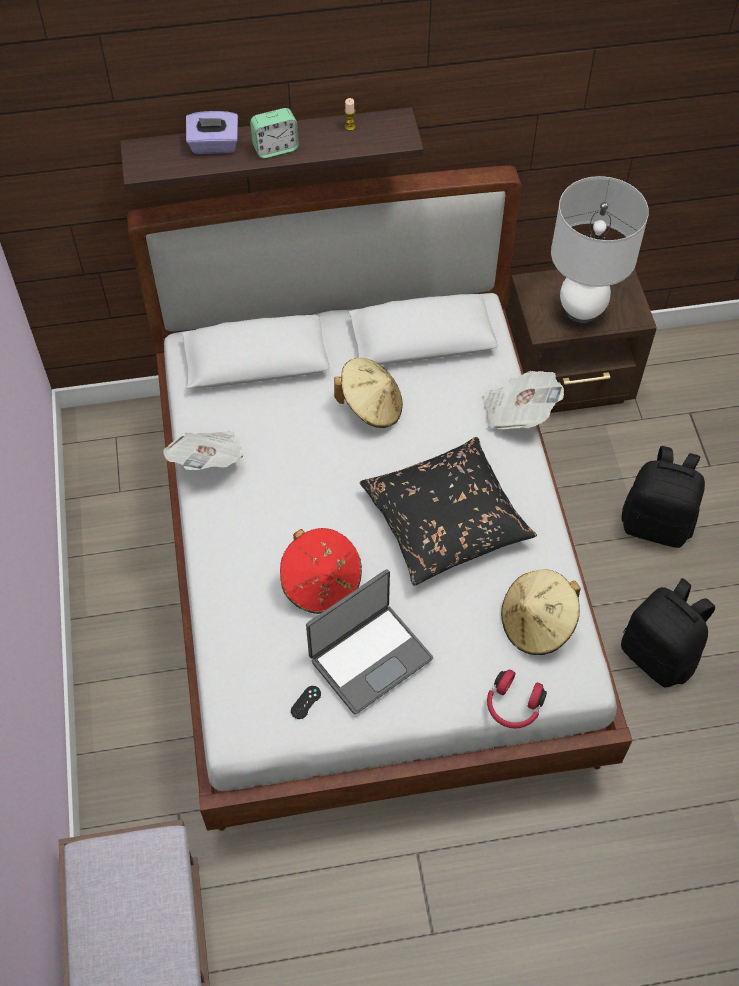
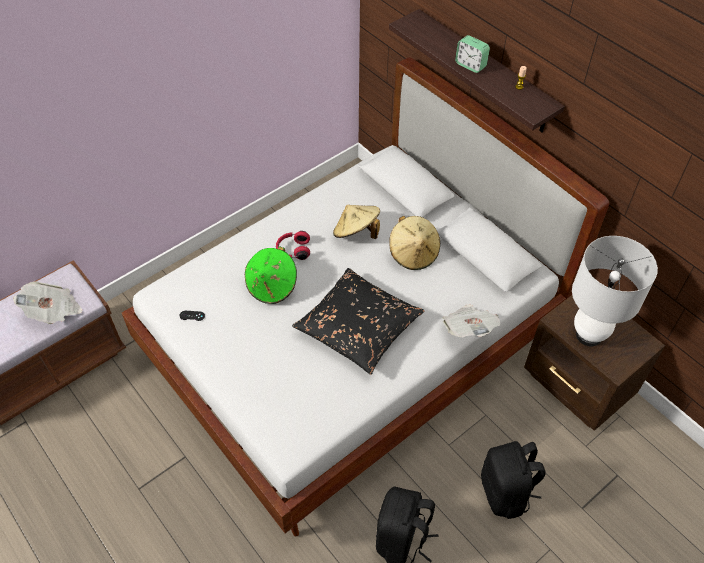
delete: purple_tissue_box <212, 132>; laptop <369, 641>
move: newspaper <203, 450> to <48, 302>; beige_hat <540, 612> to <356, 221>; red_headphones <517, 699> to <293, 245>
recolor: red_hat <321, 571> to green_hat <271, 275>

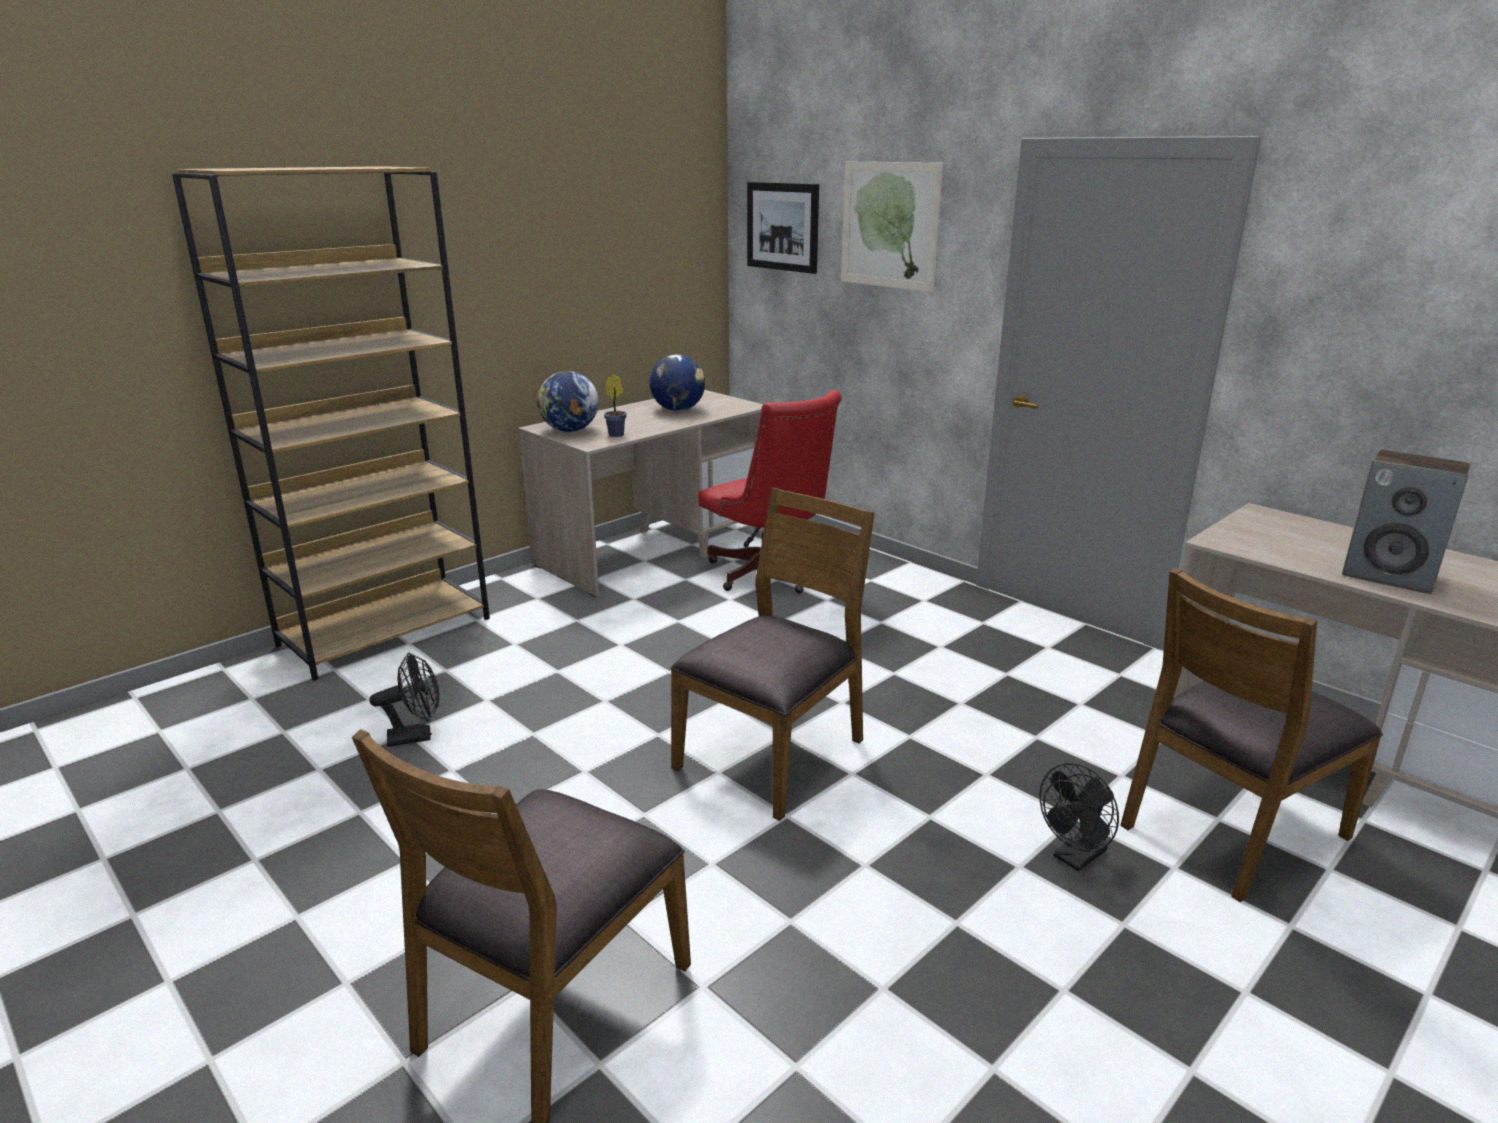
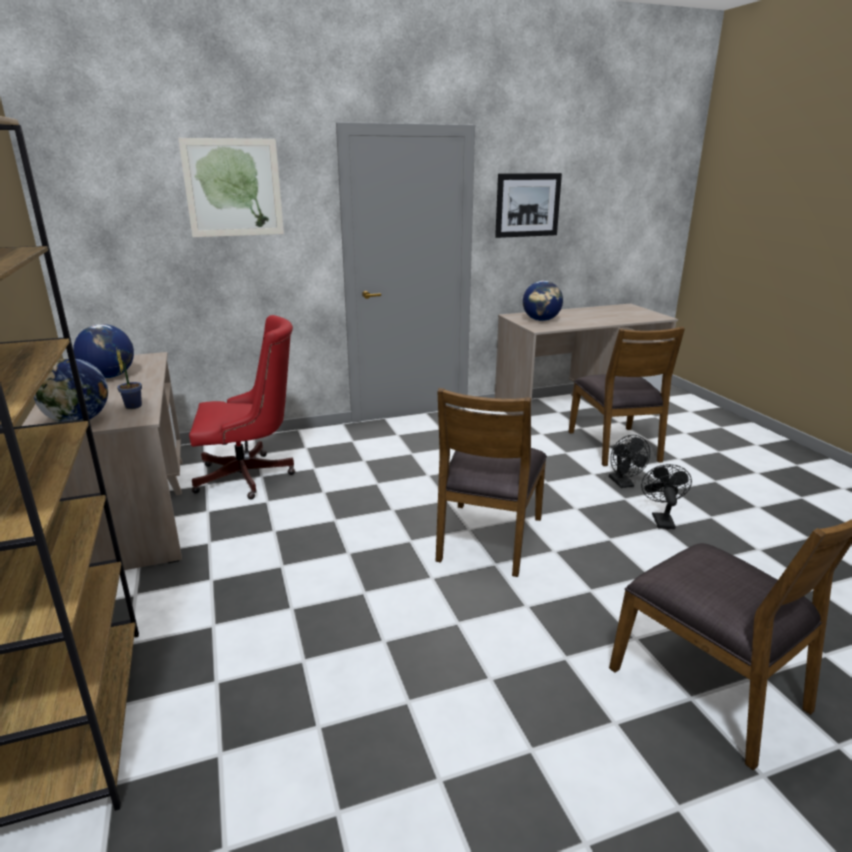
delete: speaker <1406, 522>
insert: globe <543, 301>
move: picture <783, 228> to <528, 205>; black_fan <404, 700> to <666, 496>
rotate: brown_chair <772, 654> = <491, 482> 135 degrees counterclockwise

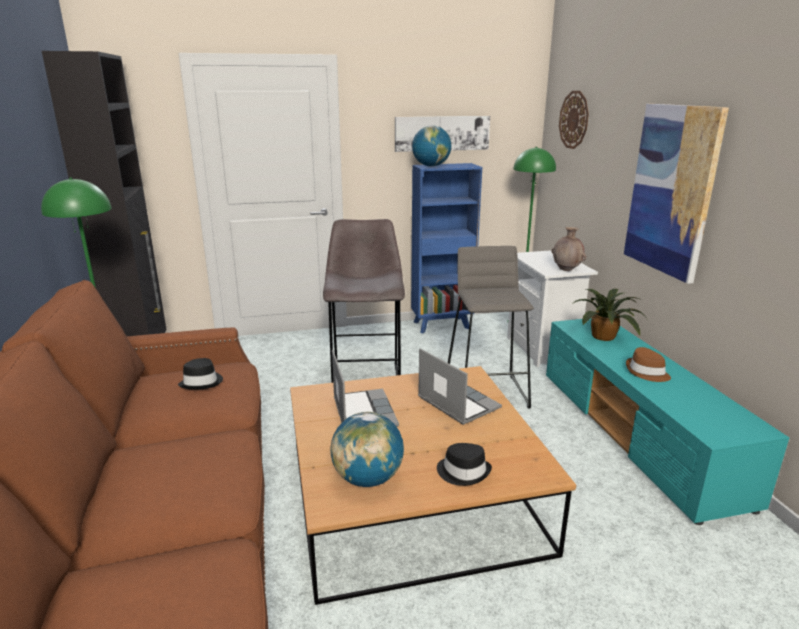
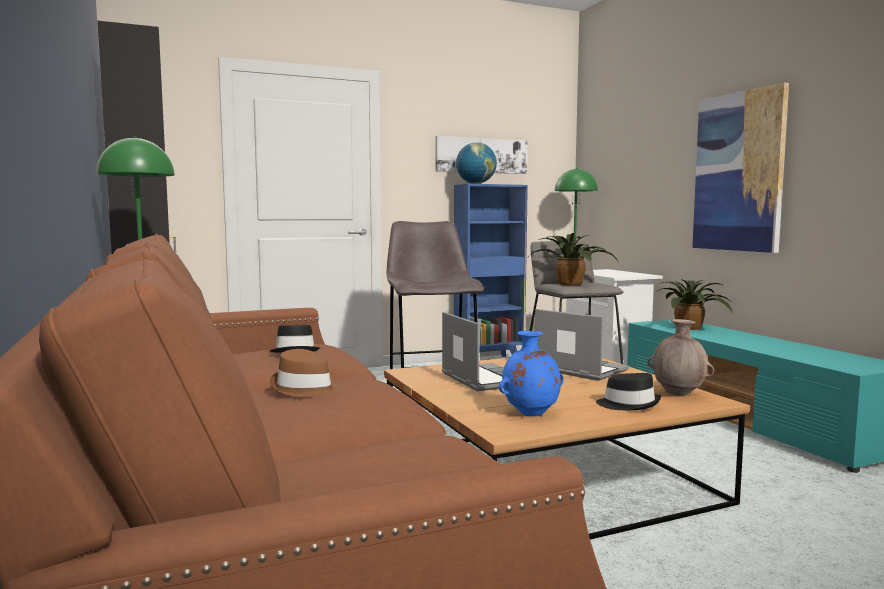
delete: wall_clock <574, 120>
insert: potted_plant <573, 259>
move: brown_vase <568, 249> to <680, 357>; brown_hat <648, 364> to <305, 373>
replace: globe <367, 449> to blue_vase <531, 373>

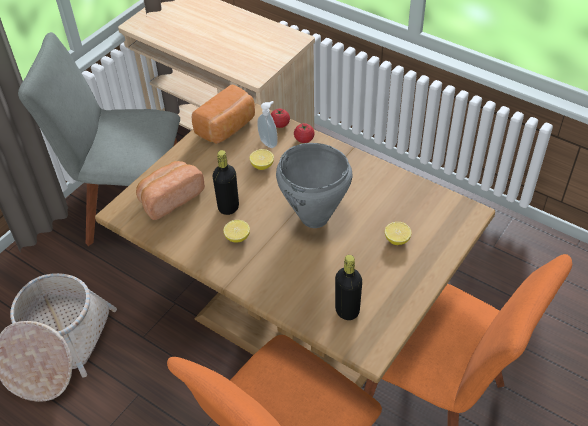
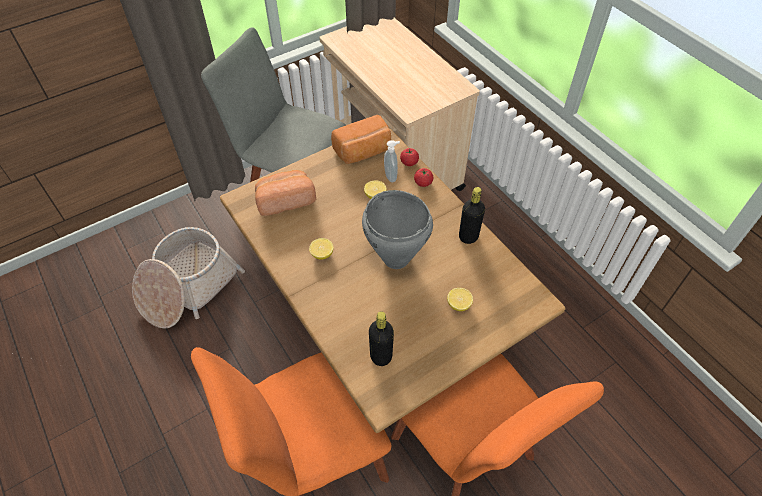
move: black_bottle <226, 182> to <472, 215>

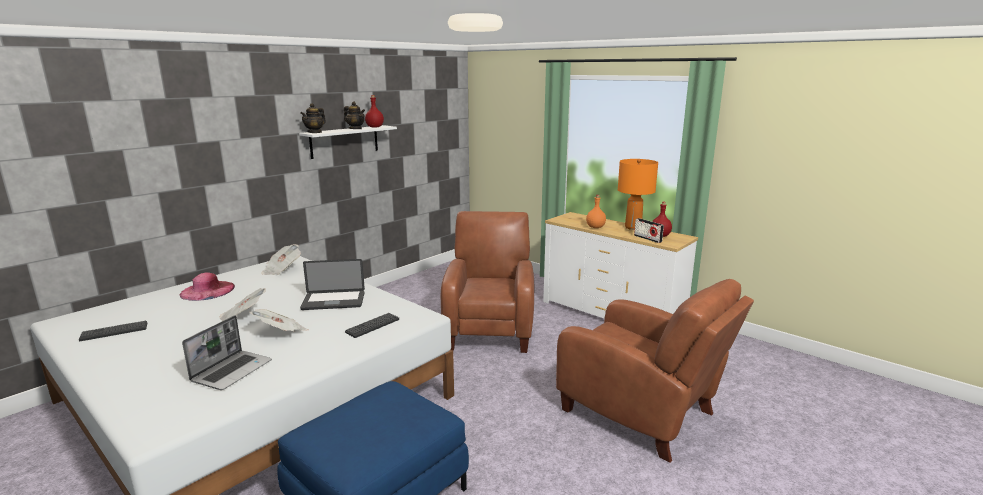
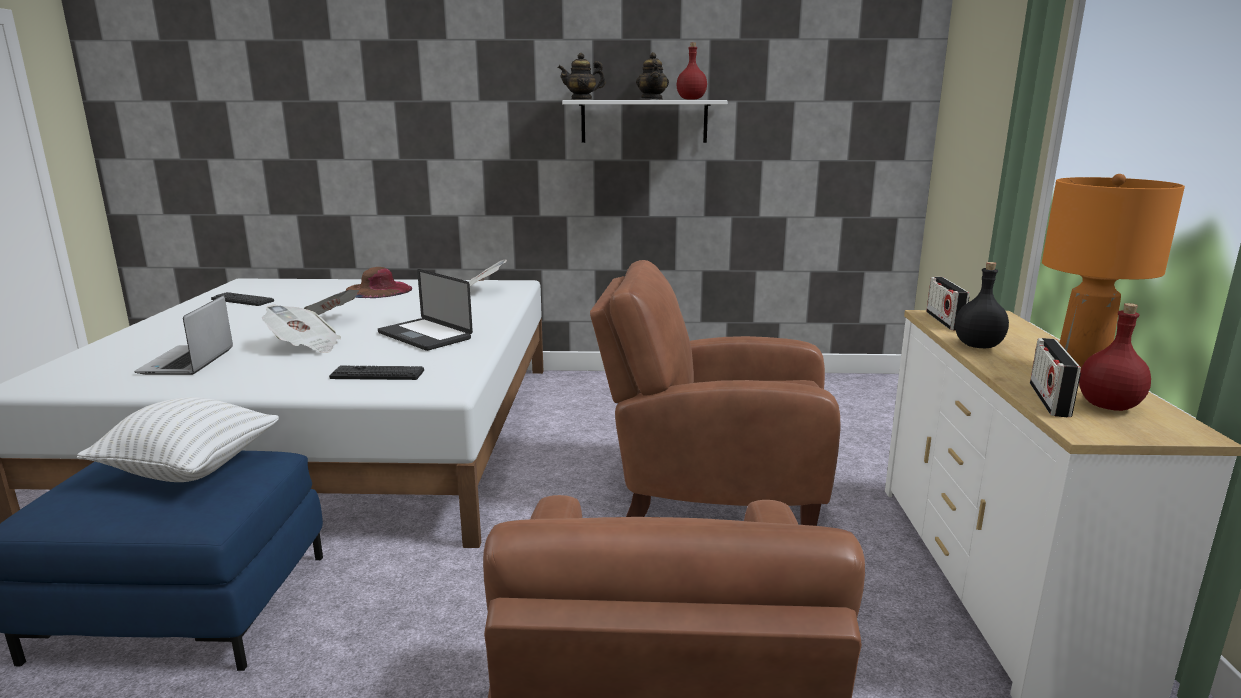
insert: radio <947, 303>; white_pillow <178, 439>
recolor: orange_bottle <596, 211> to black_bottle <982, 305>; pink_hat <207, 286> to brown_hat <379, 282>
rotate: brown_armchair <487, 282> = <715, 393> 135 degrees counterclockwise; laptop <227, 352> = <183, 335> 105 degrees clockwise

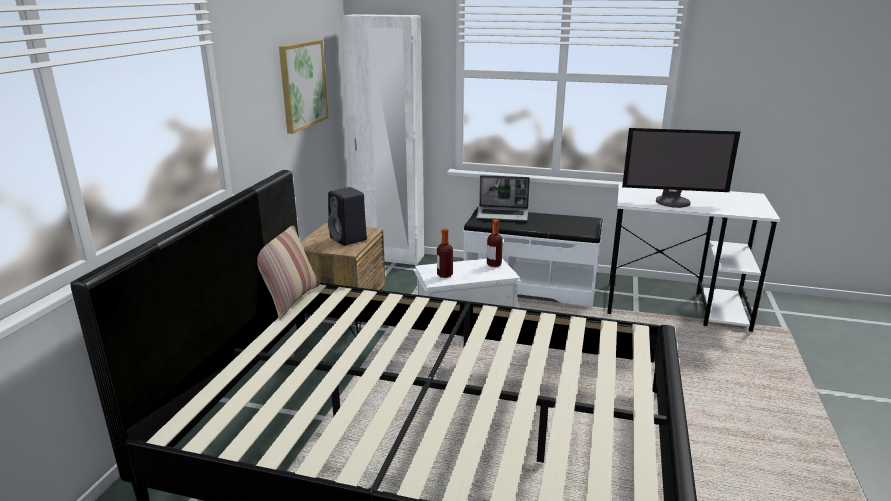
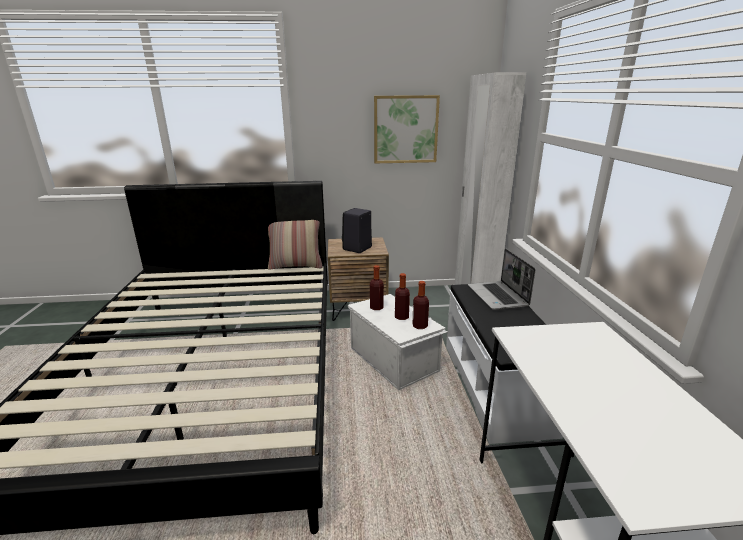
delete: monitor <681, 168>
insert: bottle <402, 296>

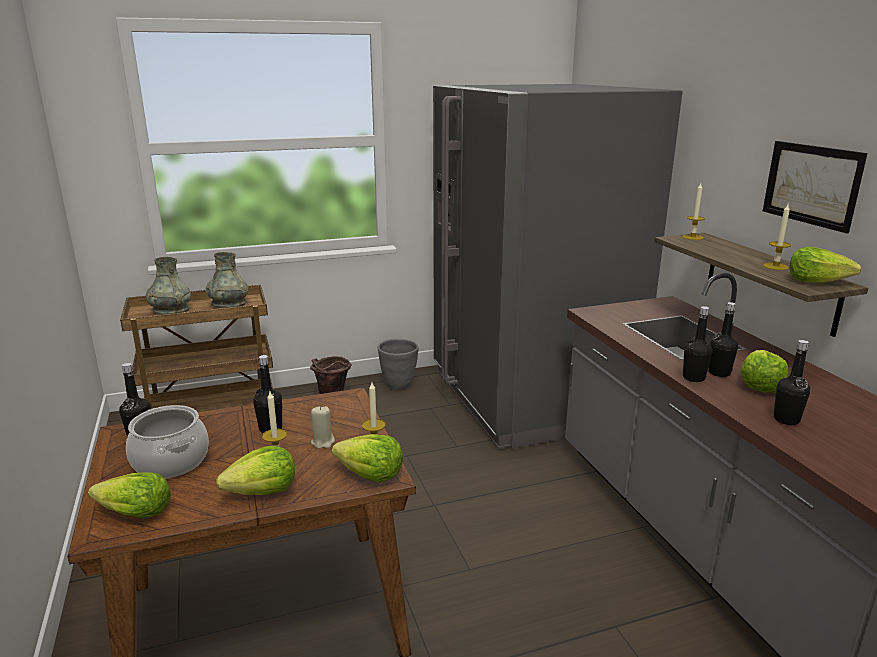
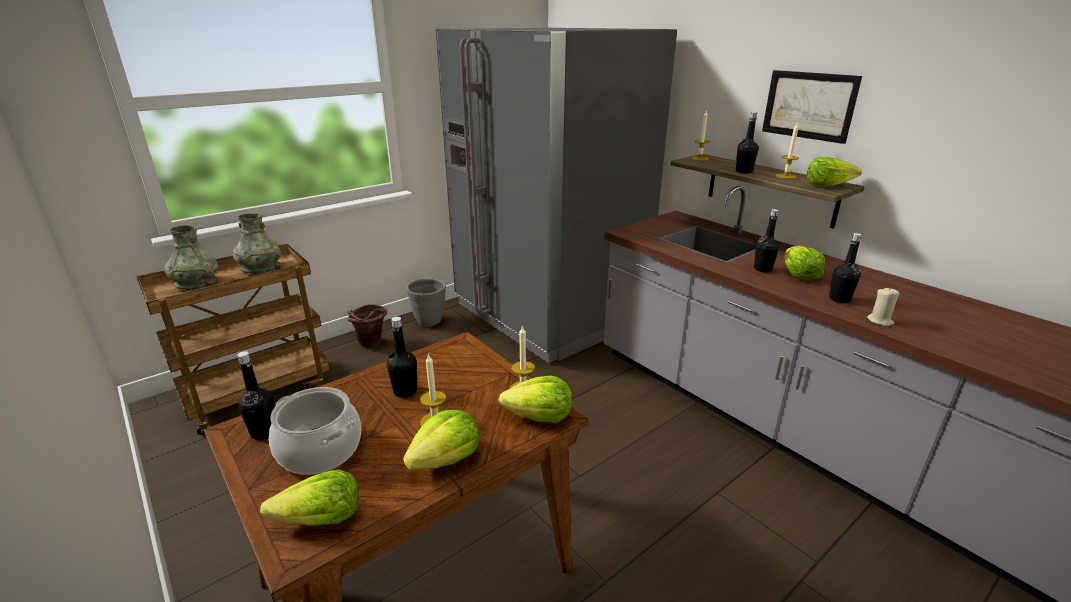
move: black_bottle <697, 344> to <747, 143>; beige_candle <323, 427> to <883, 307>

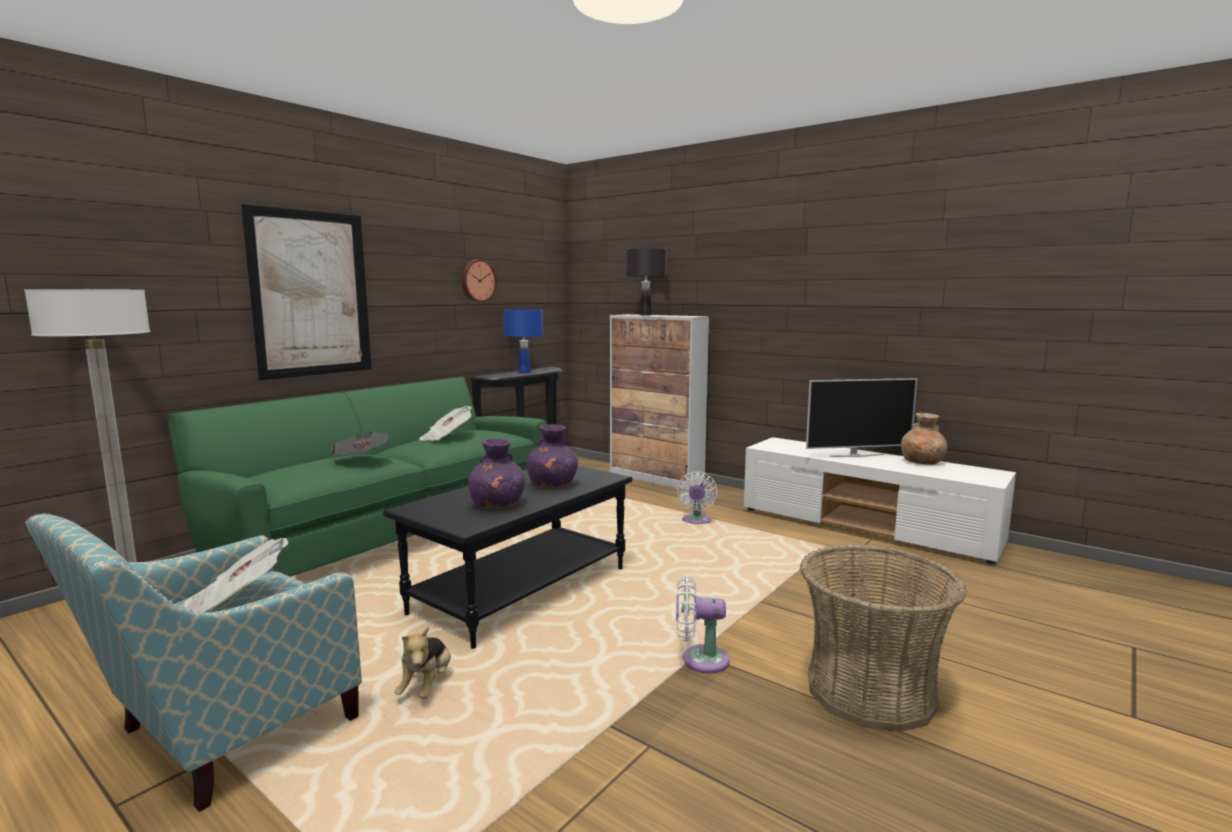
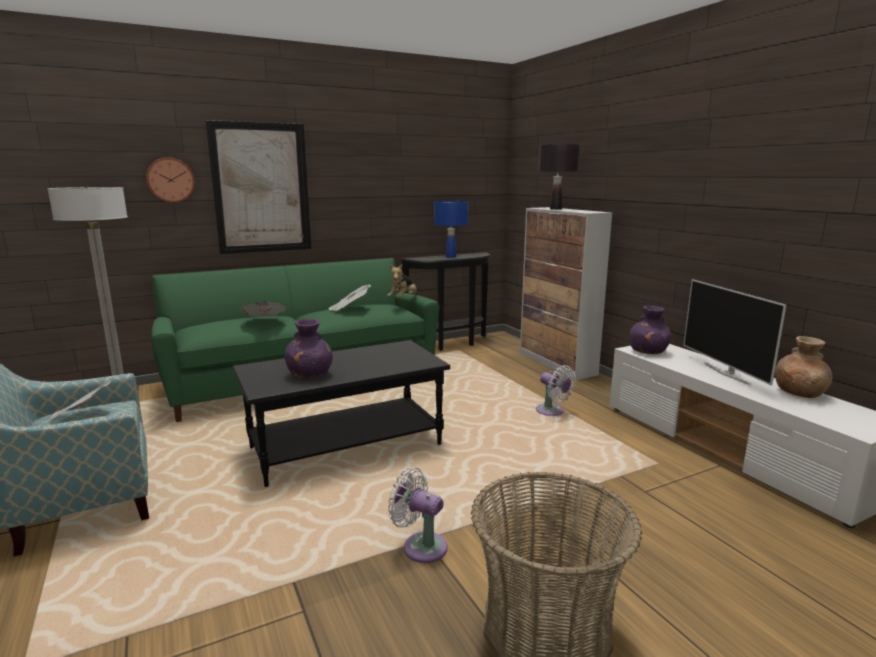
move: wall_clock <479, 280> to <170, 180>; purple_vase <552, 455> to <650, 330>; plush_toy <423, 663> to <402, 281>
rotate: television <861, 417> = <734, 332> 60 degrees clockwise; white_fan <697, 497> = <556, 390> 75 degrees counterclockwise

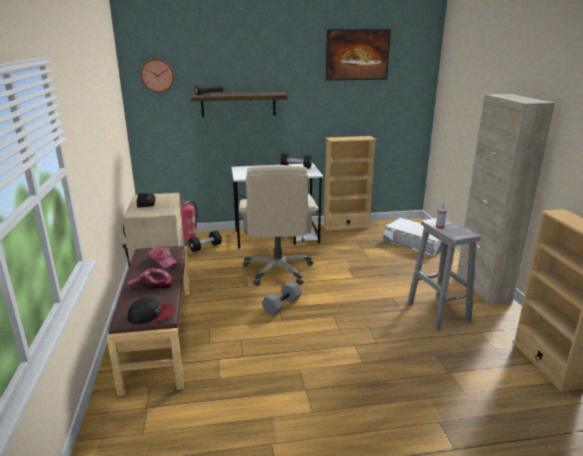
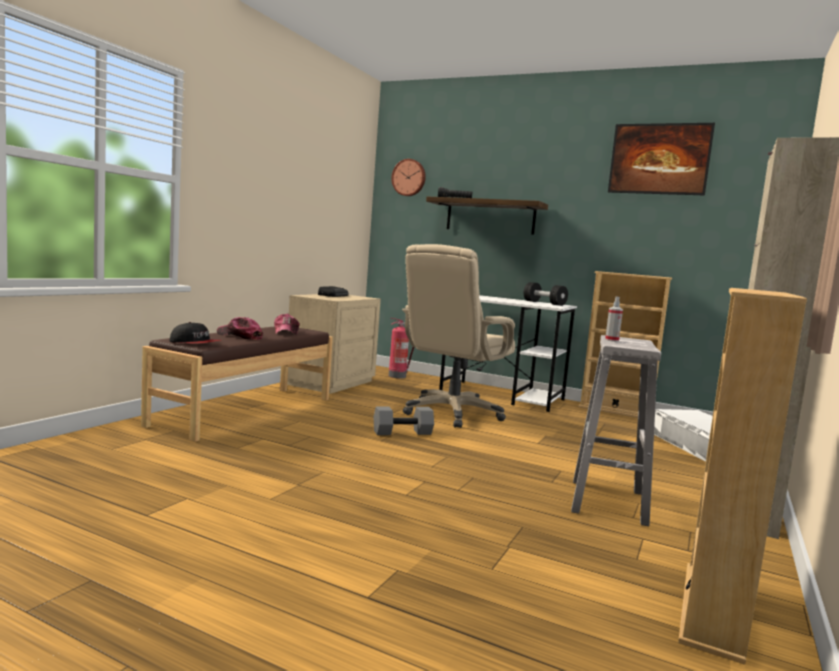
delete: black_dumbbell <205, 241>

